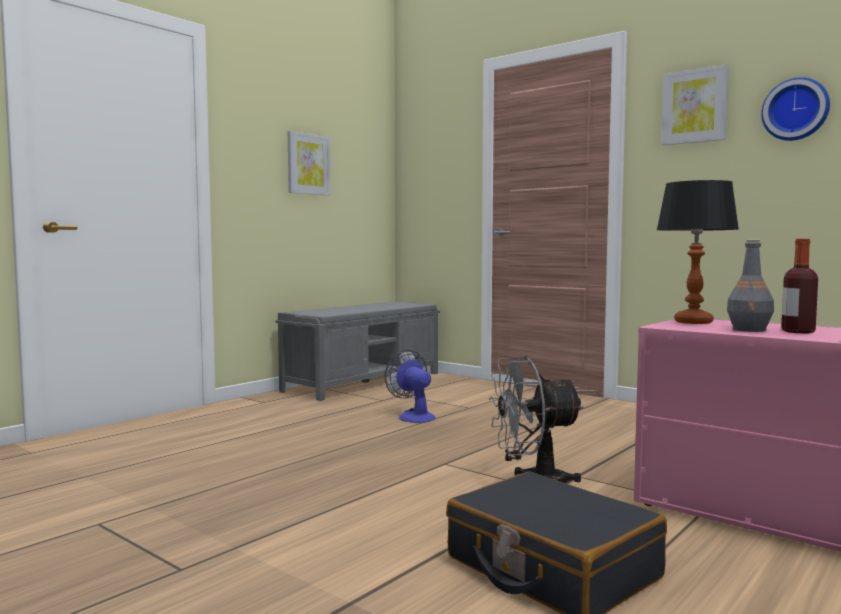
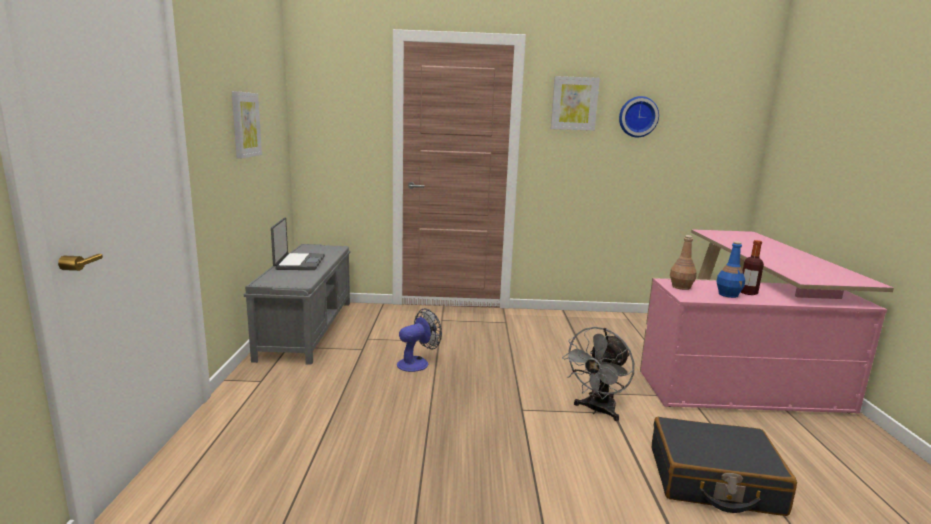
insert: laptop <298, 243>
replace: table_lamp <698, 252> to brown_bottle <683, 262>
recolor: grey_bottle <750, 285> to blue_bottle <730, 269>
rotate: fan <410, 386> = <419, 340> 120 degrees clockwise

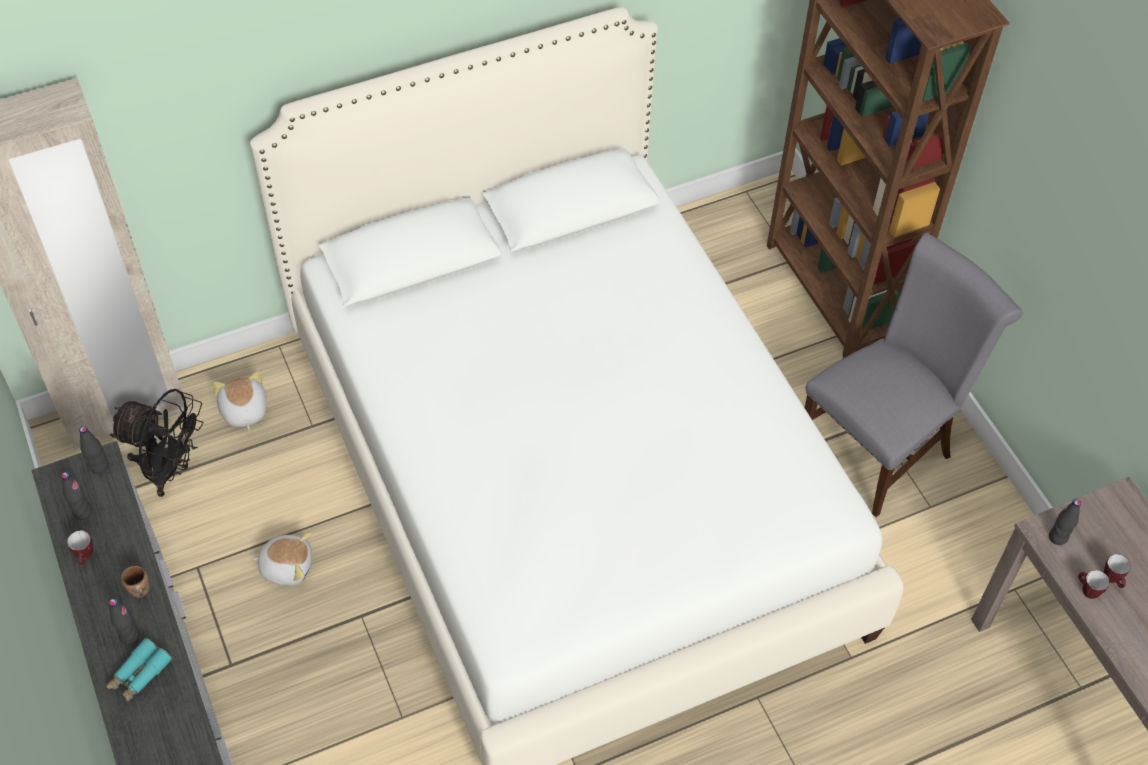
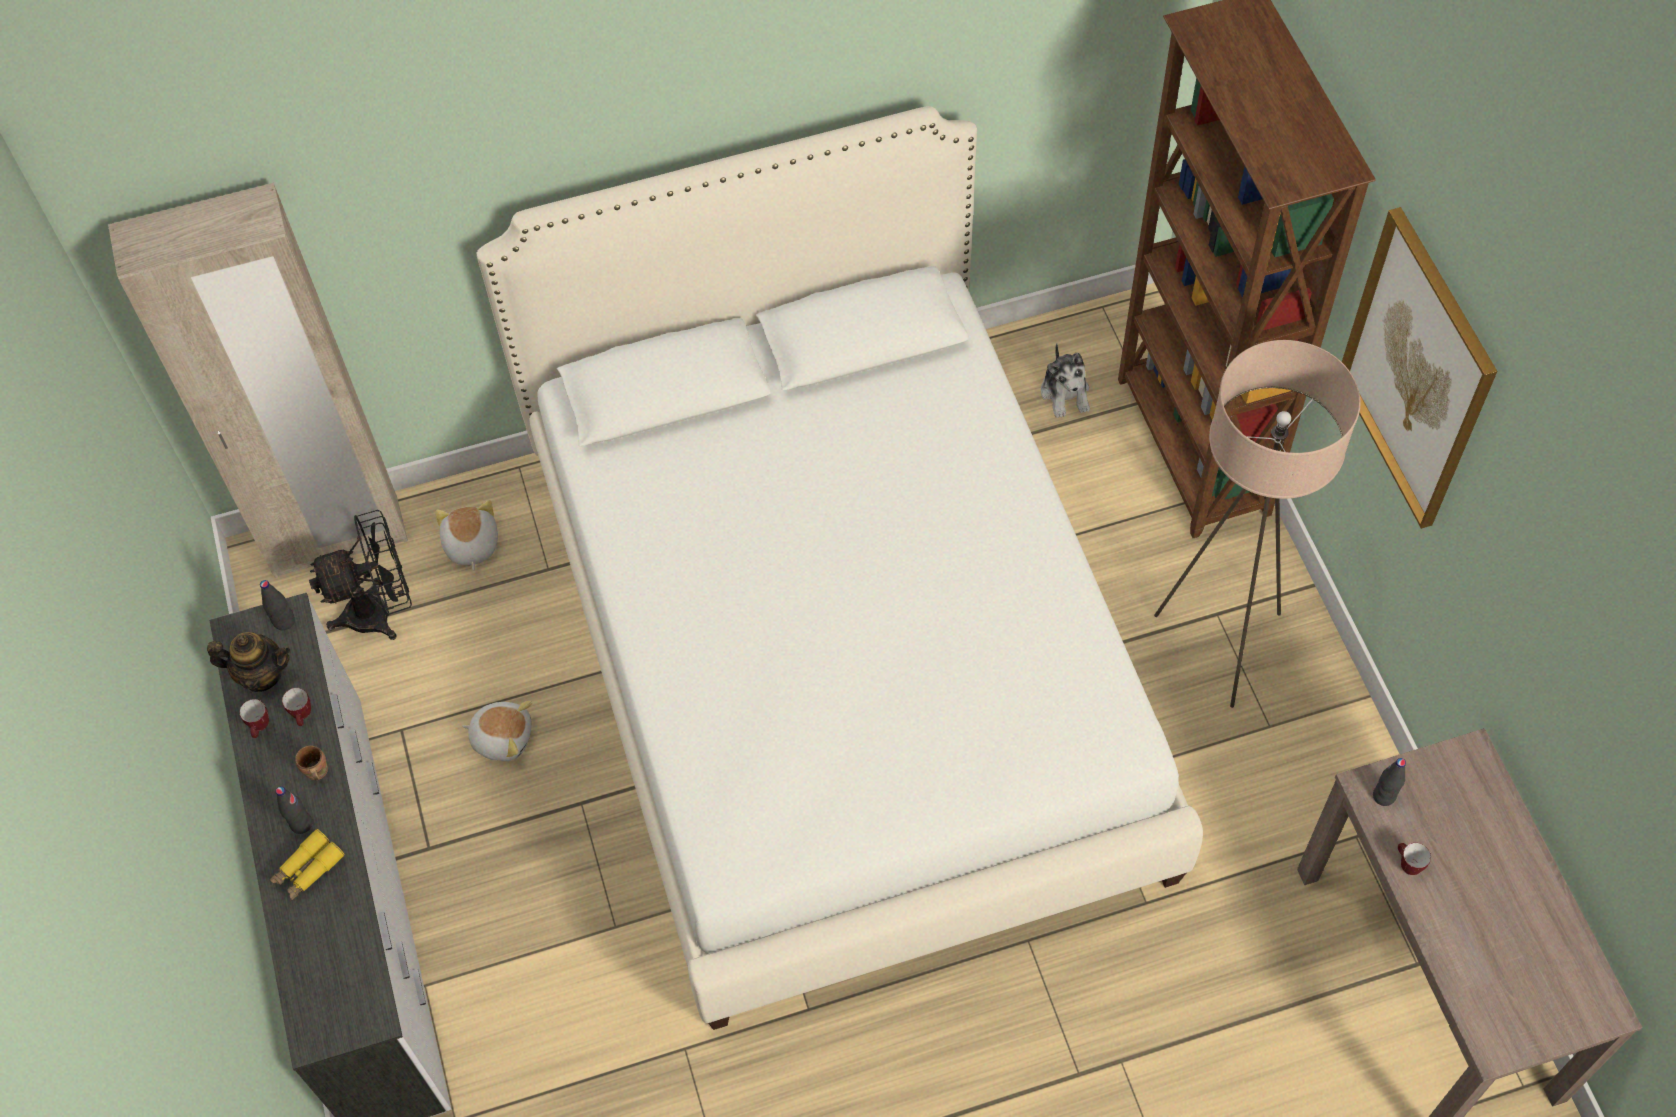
insert: picture <1419, 368>; plush_toy <1065, 380>
move: mug <1117, 571> to <296, 707>
replace: grey_chair <914, 374> to beige_floor_lamp <1257, 524>; black_bottle <76, 496> to teapot <248, 662>
recolor: turquoise_binoculars <139, 670> to yellow_binoculars <307, 865>
rotate: black_fan <157, 443> = <360, 575> 45 degrees counterclockwise

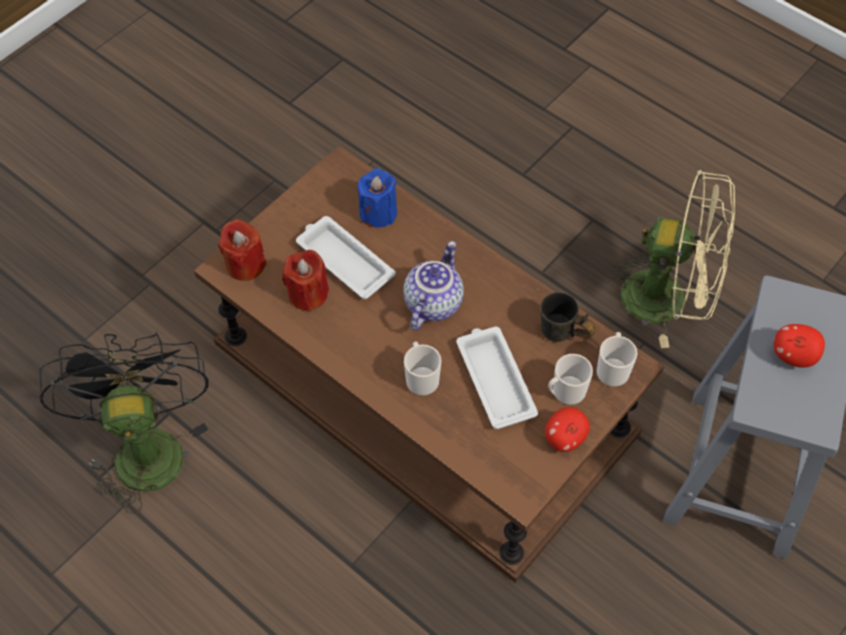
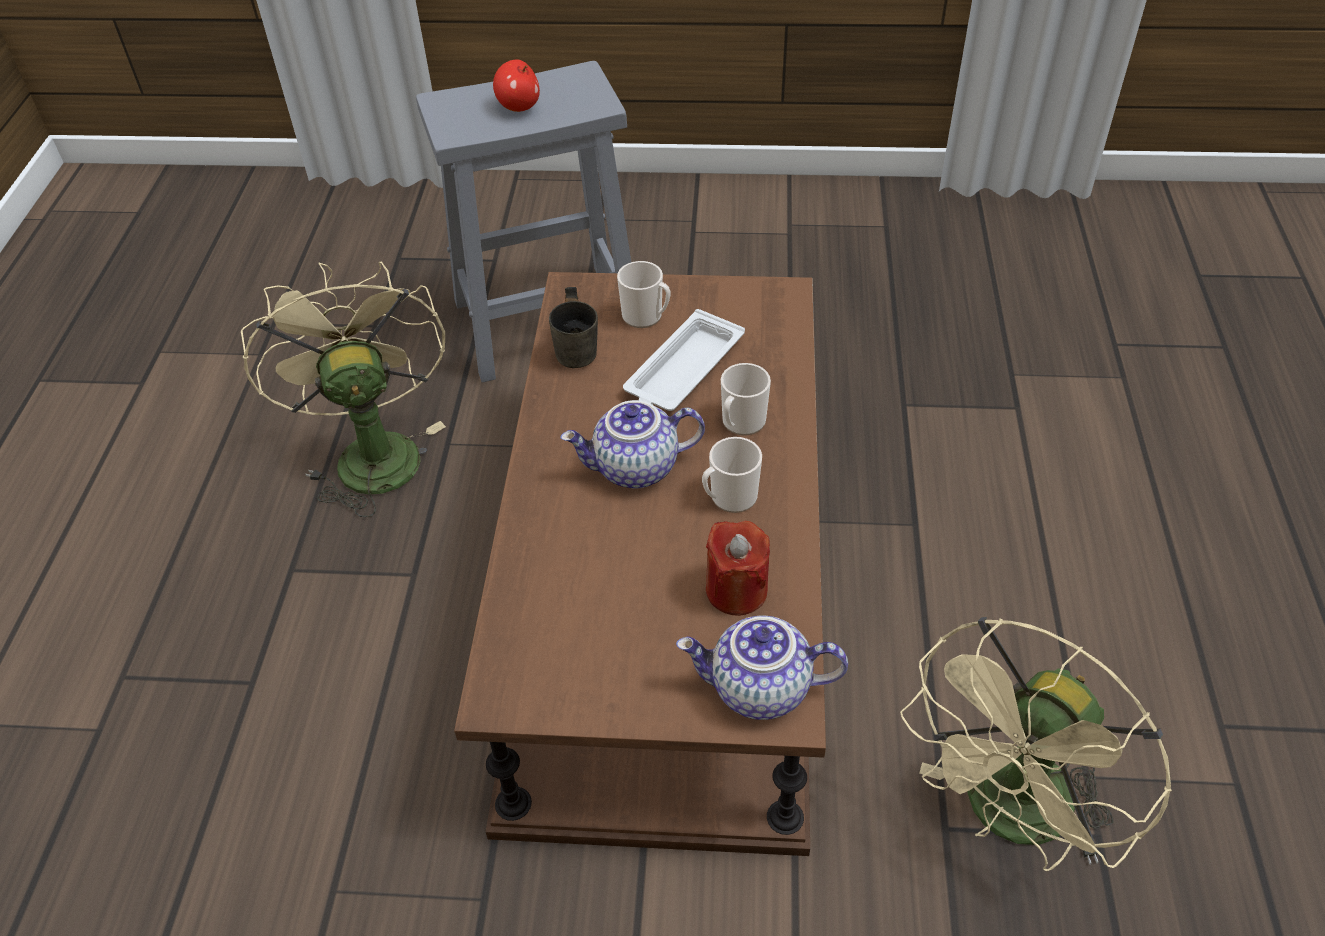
delete: blue_candle <377, 198>; white_tray <346, 257>; apple <567, 429>
move: mug <617, 359> to <732, 475>
replace: red_candle <242, 250> to teapot <762, 668>
recolor: black_fan <124, 423> to beige_fan <1036, 744>

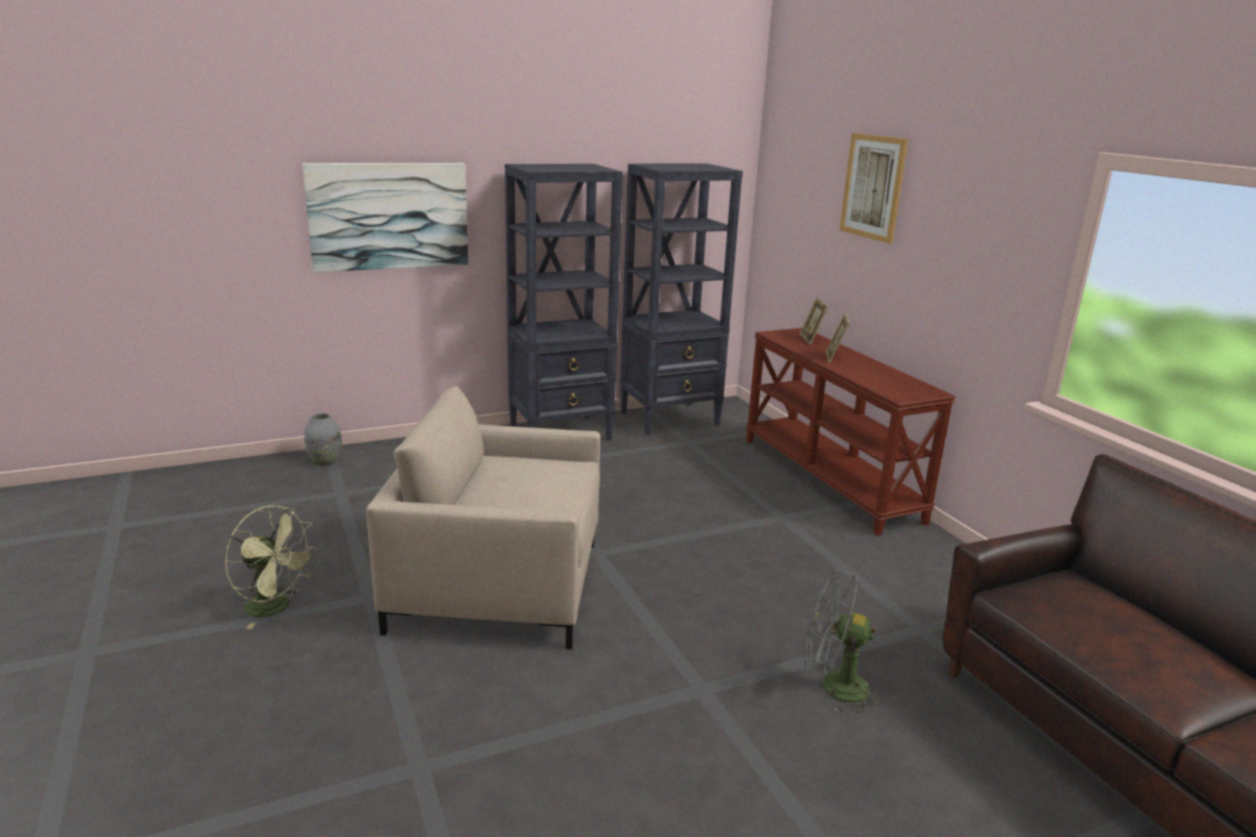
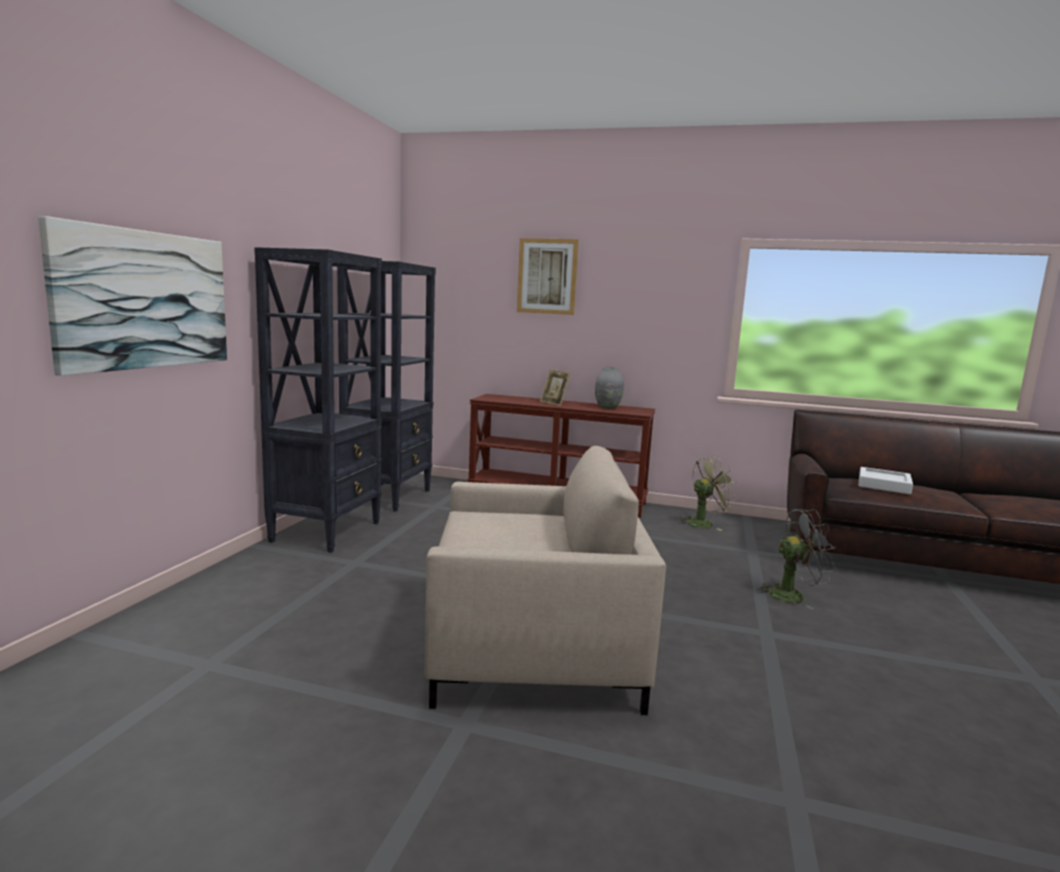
delete: picture_frame <814, 320>
insert: white_tray <886, 480>
move: grey_vase <323, 439> to <609, 388>; green_fan <271, 567> to <707, 494>
rotate: beige_armchair <483, 518> = <545, 580> 135 degrees counterclockwise; grey_fan <844, 641> = <796, 559> 150 degrees counterclockwise

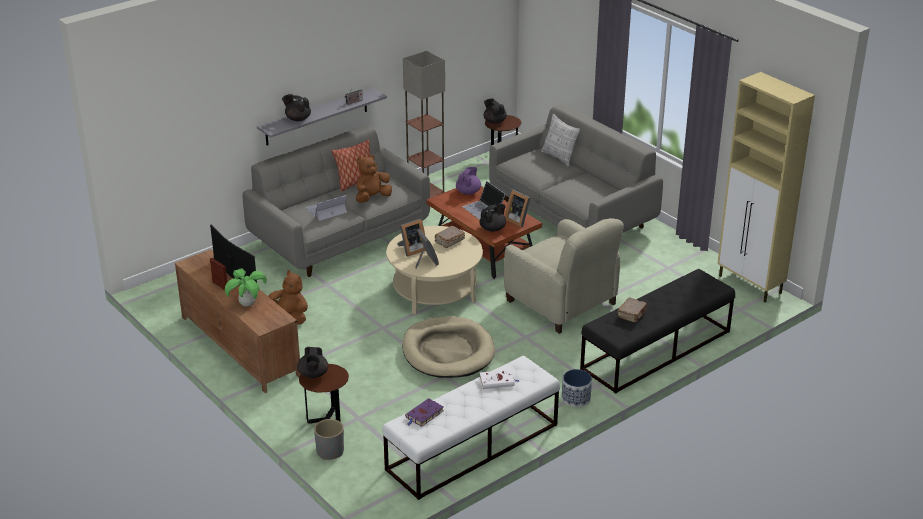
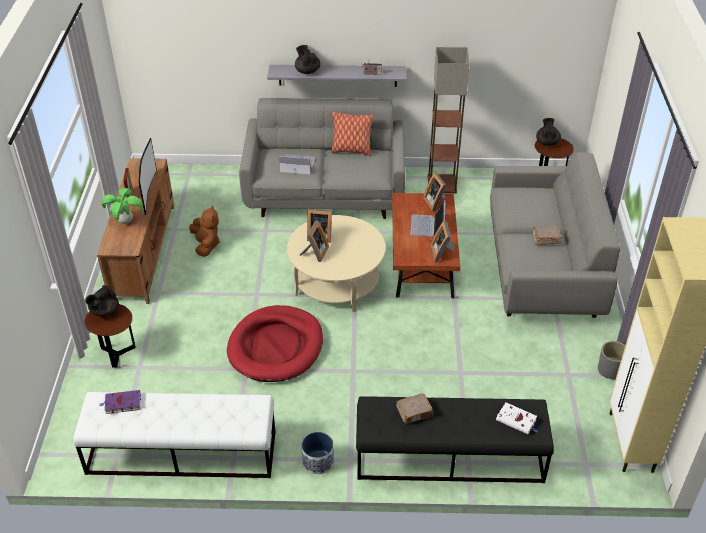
delete: pillow <560, 140>; brown_plush_toy <374, 179>; black_teapot <493, 218>; beige_armchair <564, 276>
move: brown_book <450, 237> to <547, 235>; white_book <500, 379> to <517, 418>; grey_planter <329, 439> to <611, 360>
replace: purple_teapot <468, 181> to picture_frame <434, 192>
recolor: beige_dog_bed <448, 347> to red_dog_bed <275, 343>

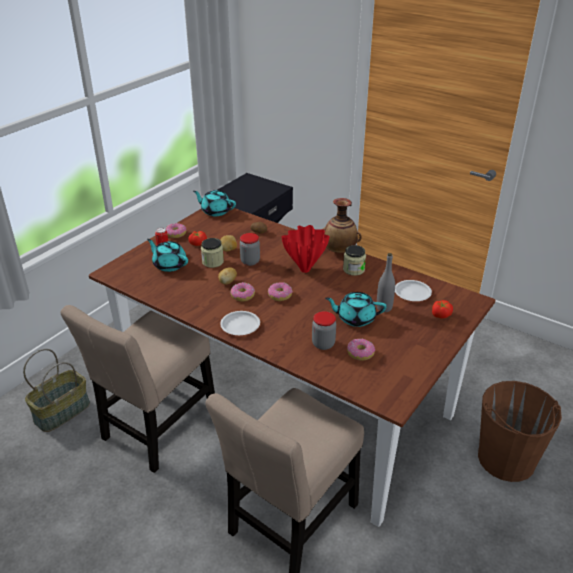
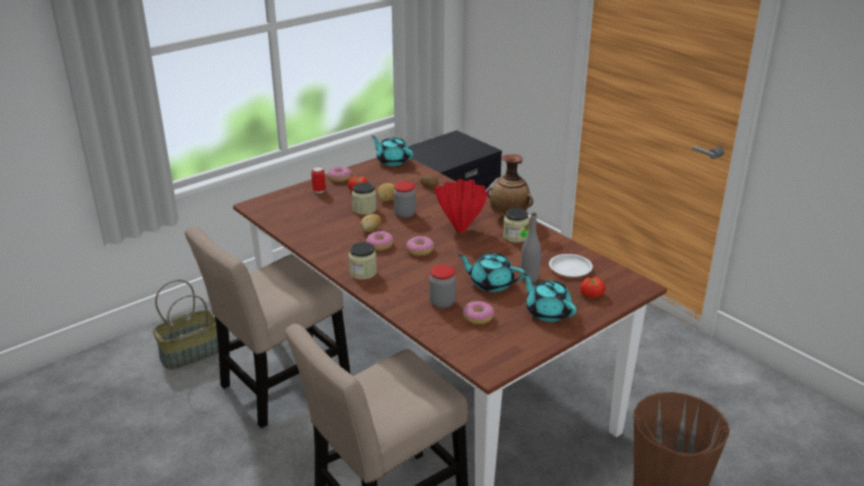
move: turquoise_teapot <167, 255> to <550, 297>
replace: white_plate <240, 323> to jar <363, 261>

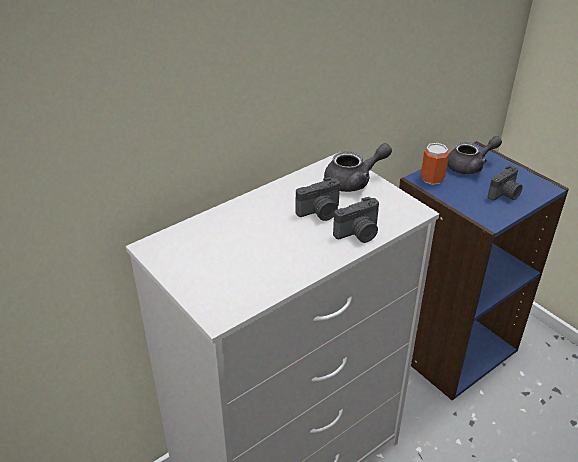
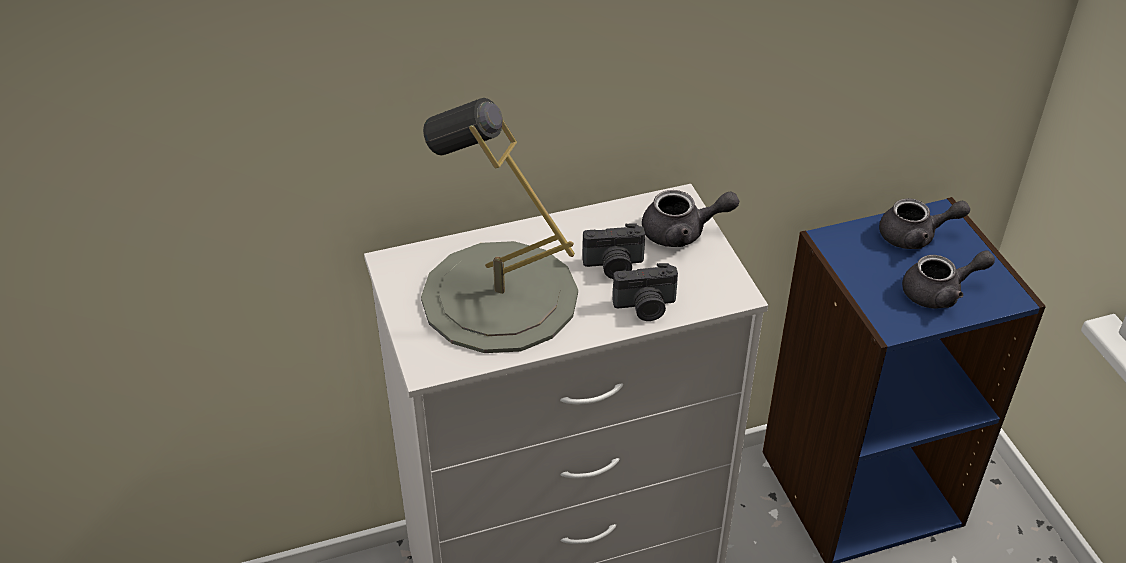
delete: can <435, 164>
insert: grey_table_lamp <499, 225>
replace: photo_camera <505, 182> to grey_teapot <948, 279>

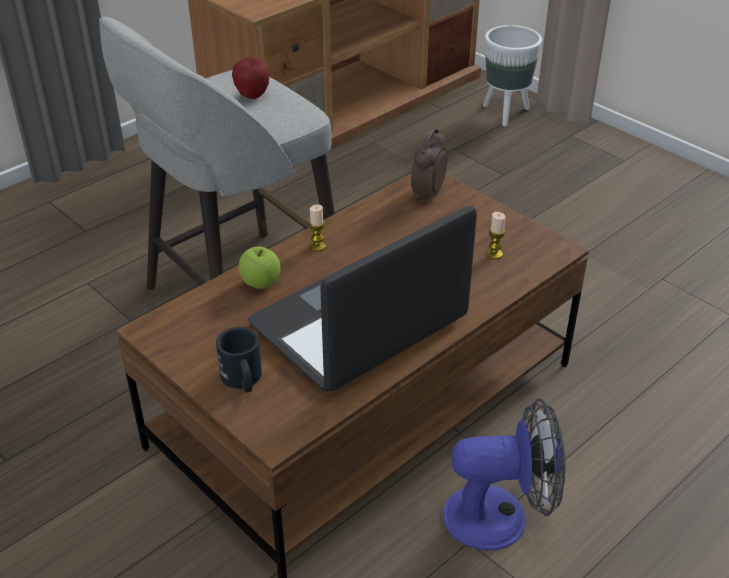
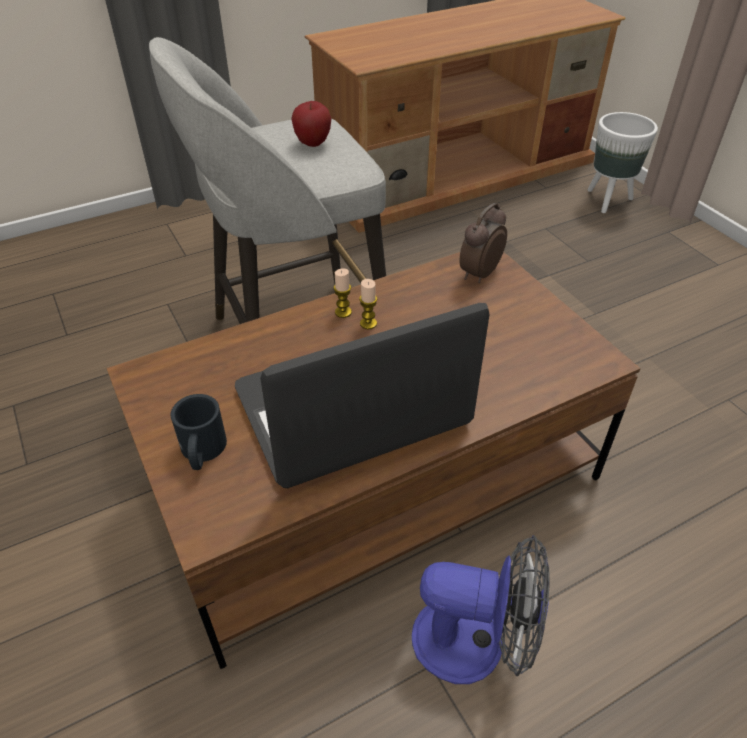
delete: apple <259, 267>
move: candle <496, 235> to <368, 304>

